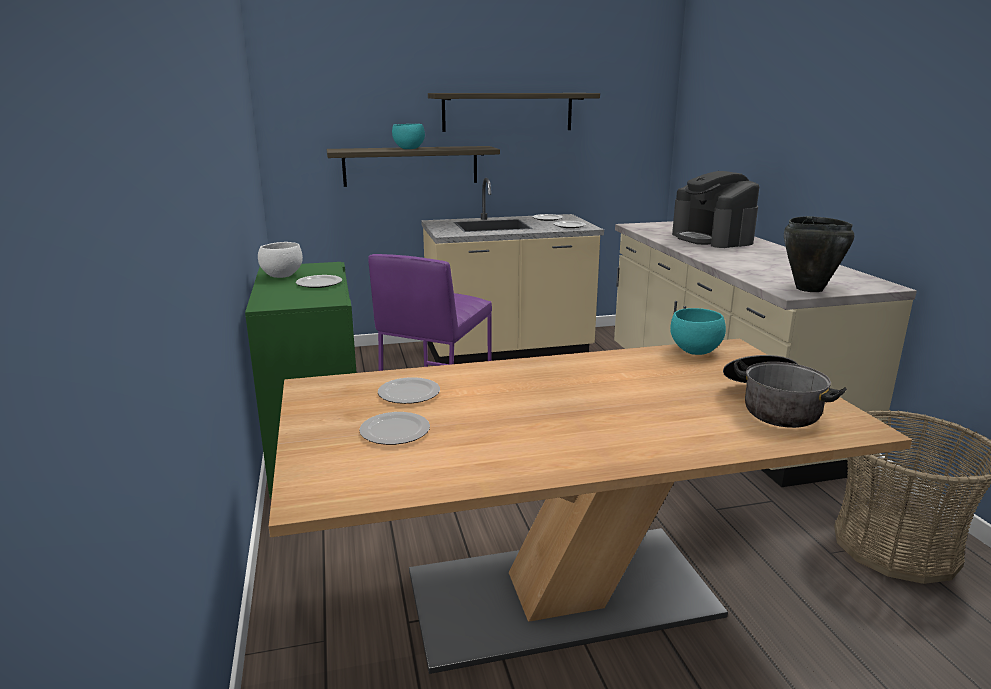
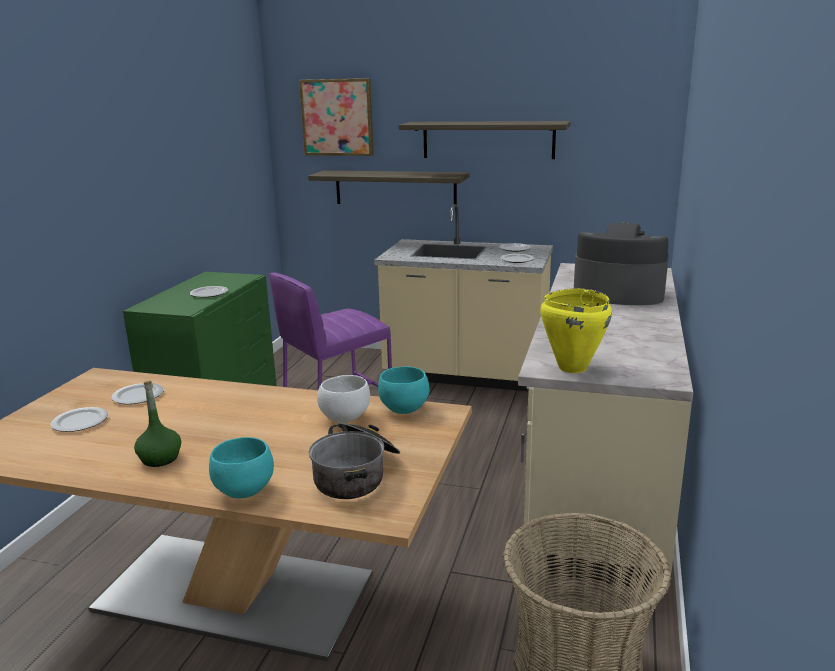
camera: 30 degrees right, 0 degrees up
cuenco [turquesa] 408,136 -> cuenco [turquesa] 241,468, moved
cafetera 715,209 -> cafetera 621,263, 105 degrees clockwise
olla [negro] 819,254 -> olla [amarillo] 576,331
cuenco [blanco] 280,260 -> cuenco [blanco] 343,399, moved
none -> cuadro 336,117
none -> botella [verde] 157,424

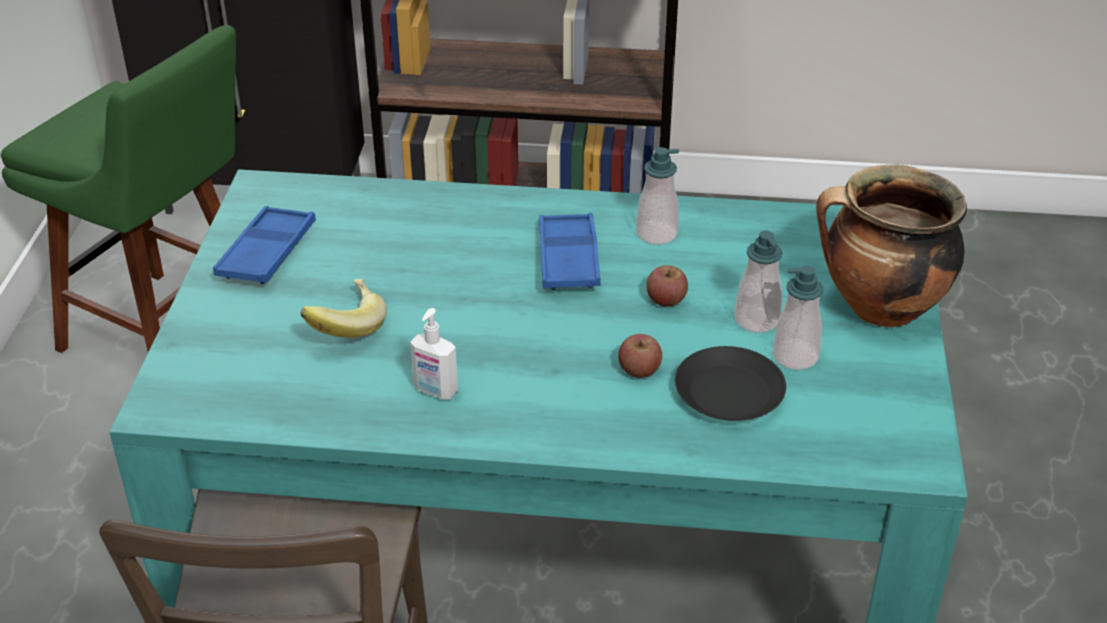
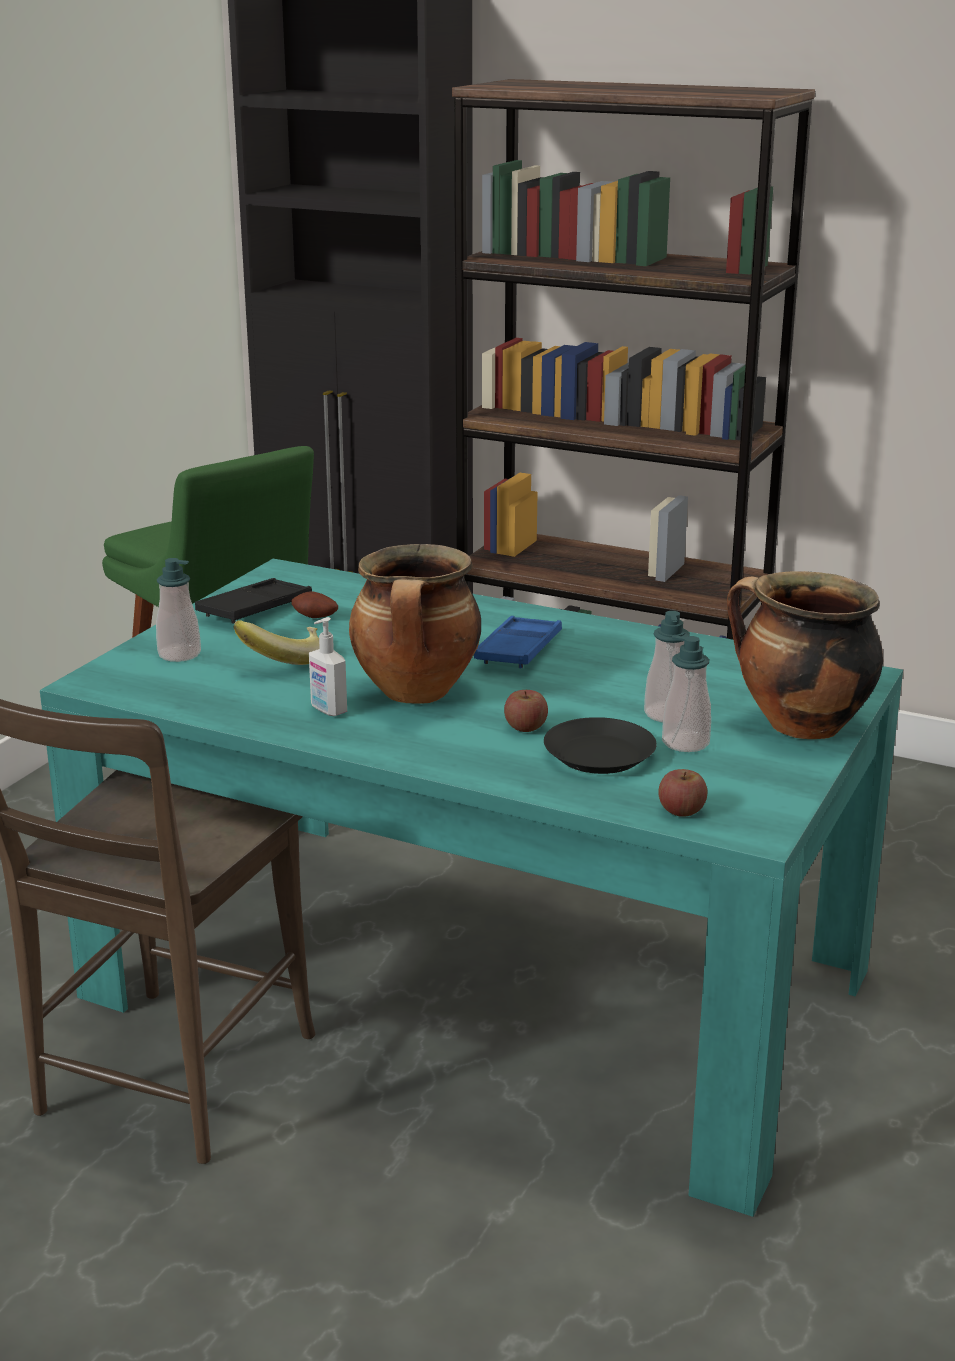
camera: 20 degrees right, 15 degrees down
dispensador de jabón 657,196 -> dispensador de jabón 178,610, moved
bandeja [azul] 264,245 -> bandeja [negro] 253,601
manzana 667,286 -> manzana 682,793, moved
none -> olla 415,624
none -> patata 315,604

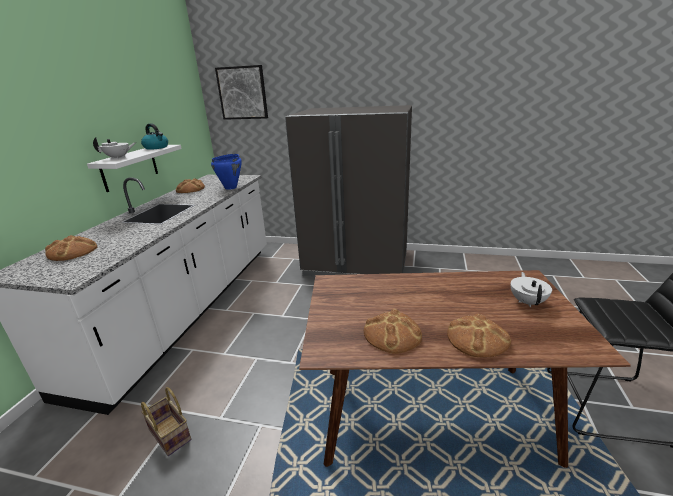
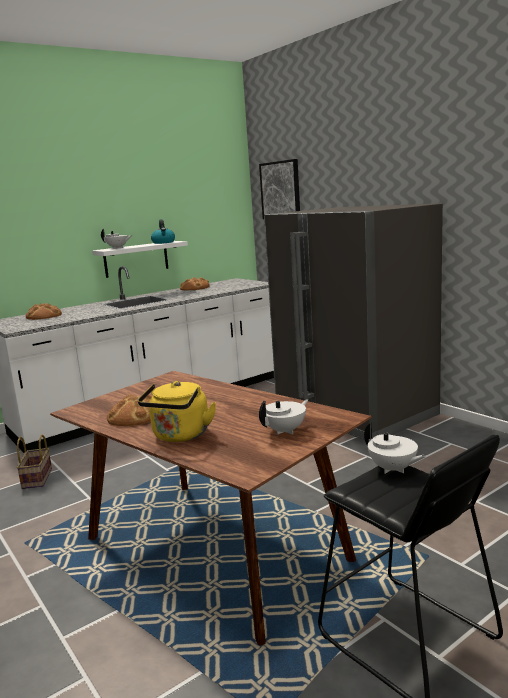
camera: 40 degrees right, 10 degrees down
olla [azul] 226,172 -> none
pan 479,336 -> hervidor [amarillo] 177,411
none -> tetera [blanco] 395,448

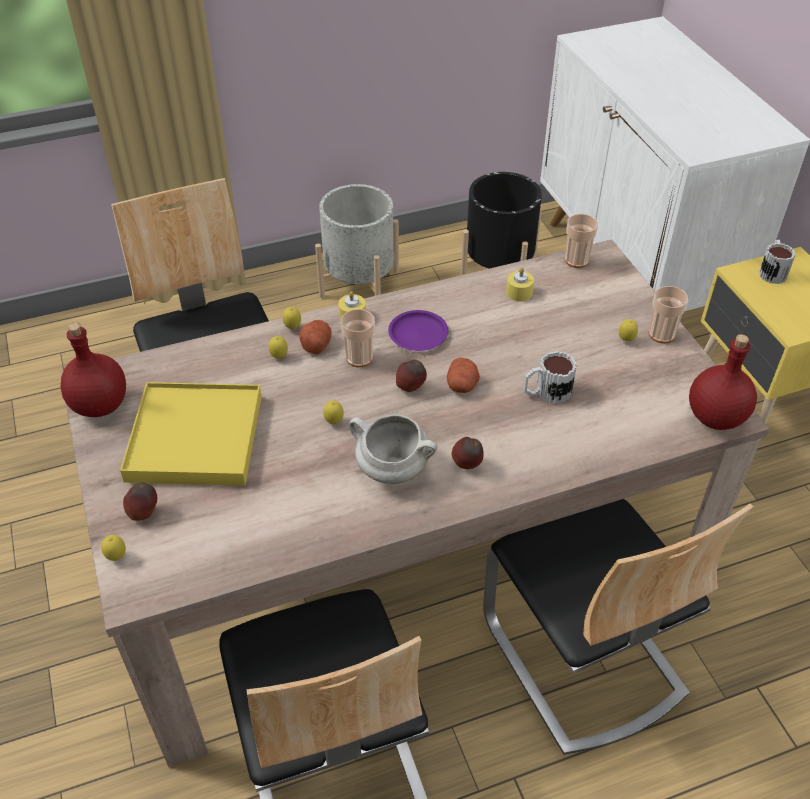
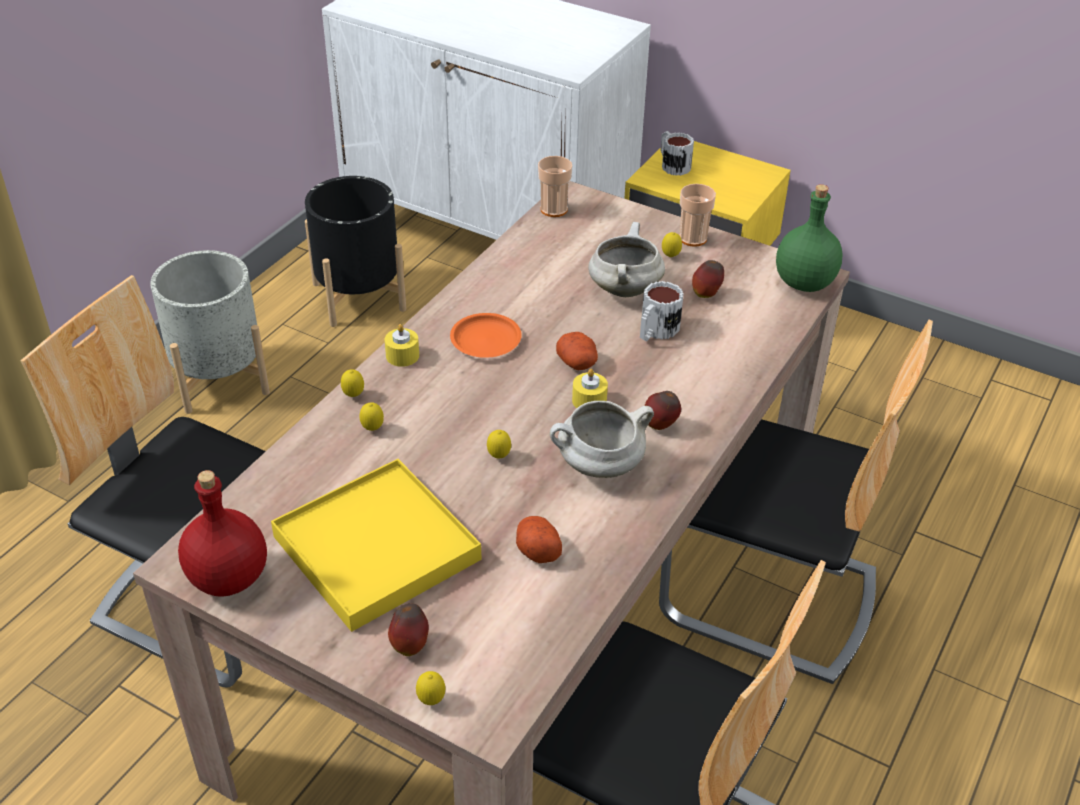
camera: 40 degrees left, 5 degrees down
vela [amarillo] 520,284 -> vela [amarillo] 590,388, moved
taza 358,338 -> none
plato [morado] 418,330 -> plato [naranja] 486,335
patata 316,337 -> patata 539,539, moved
botella [rojo] 723,382 -> botella [verde] 809,238
manzana 411,376 -> manzana 708,279, moved
none -> olla [blanco] 626,259

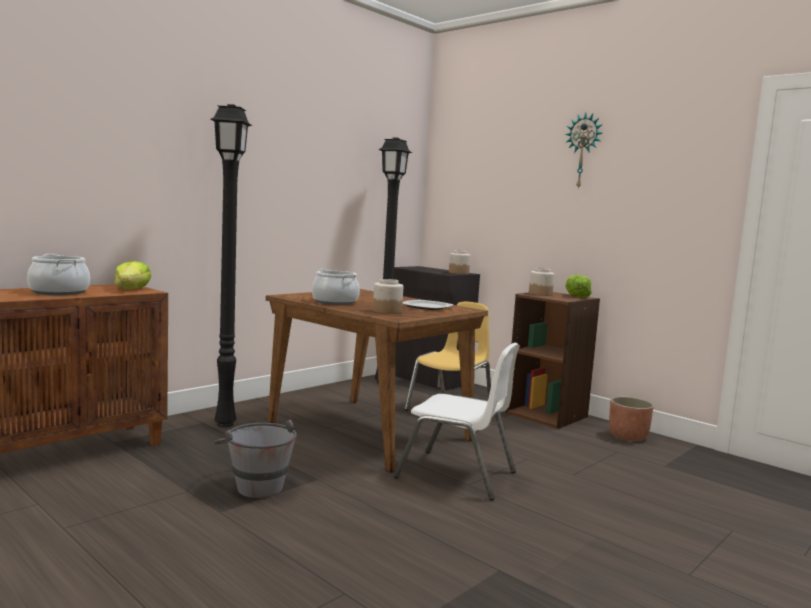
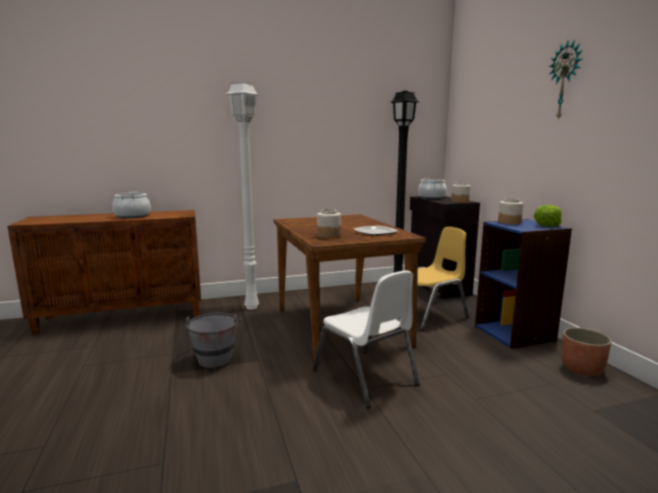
camera: 30 degrees right, 5 degrees up
lámpara de pie [negro] 231,265 -> lámpara de pie [blanco] 242,195
lechuga 132,275 -> none
olla 336,287 -> olla 432,188, moved
estantería [marrón] 553,360 -> estantería [azul] 523,284

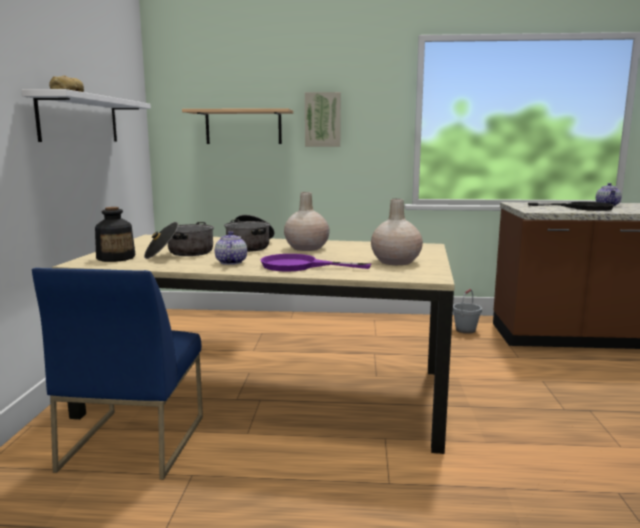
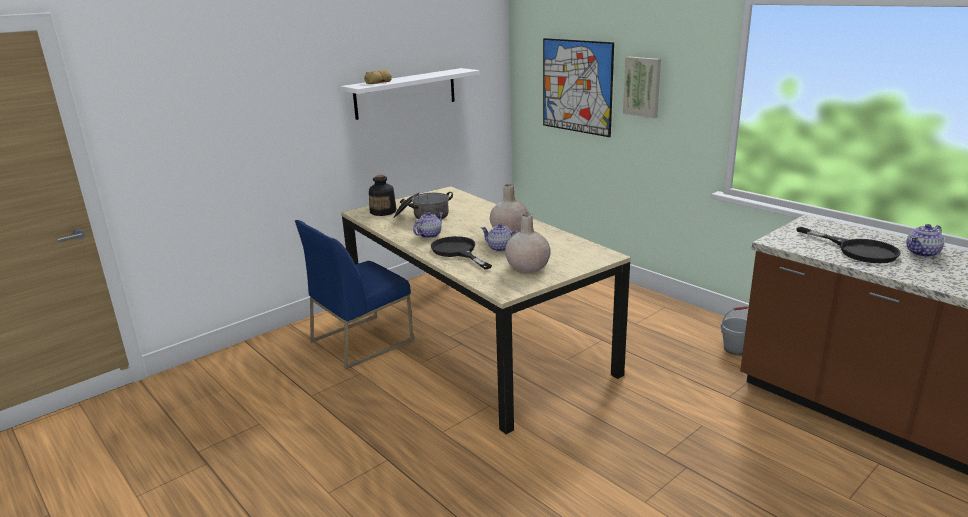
camera: 45 degrees right, 10 degrees up
estante 237,126 -> cuadro 578,87
olla 249,233 -> none
sartén [morado] 315,262 -> sartén [negro] 461,253
none -> tetera 499,238

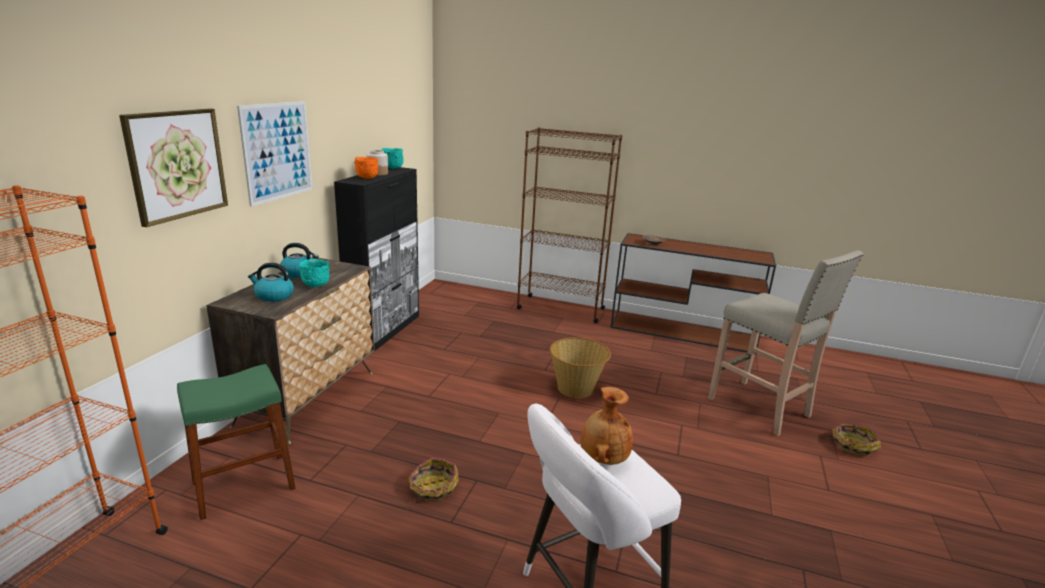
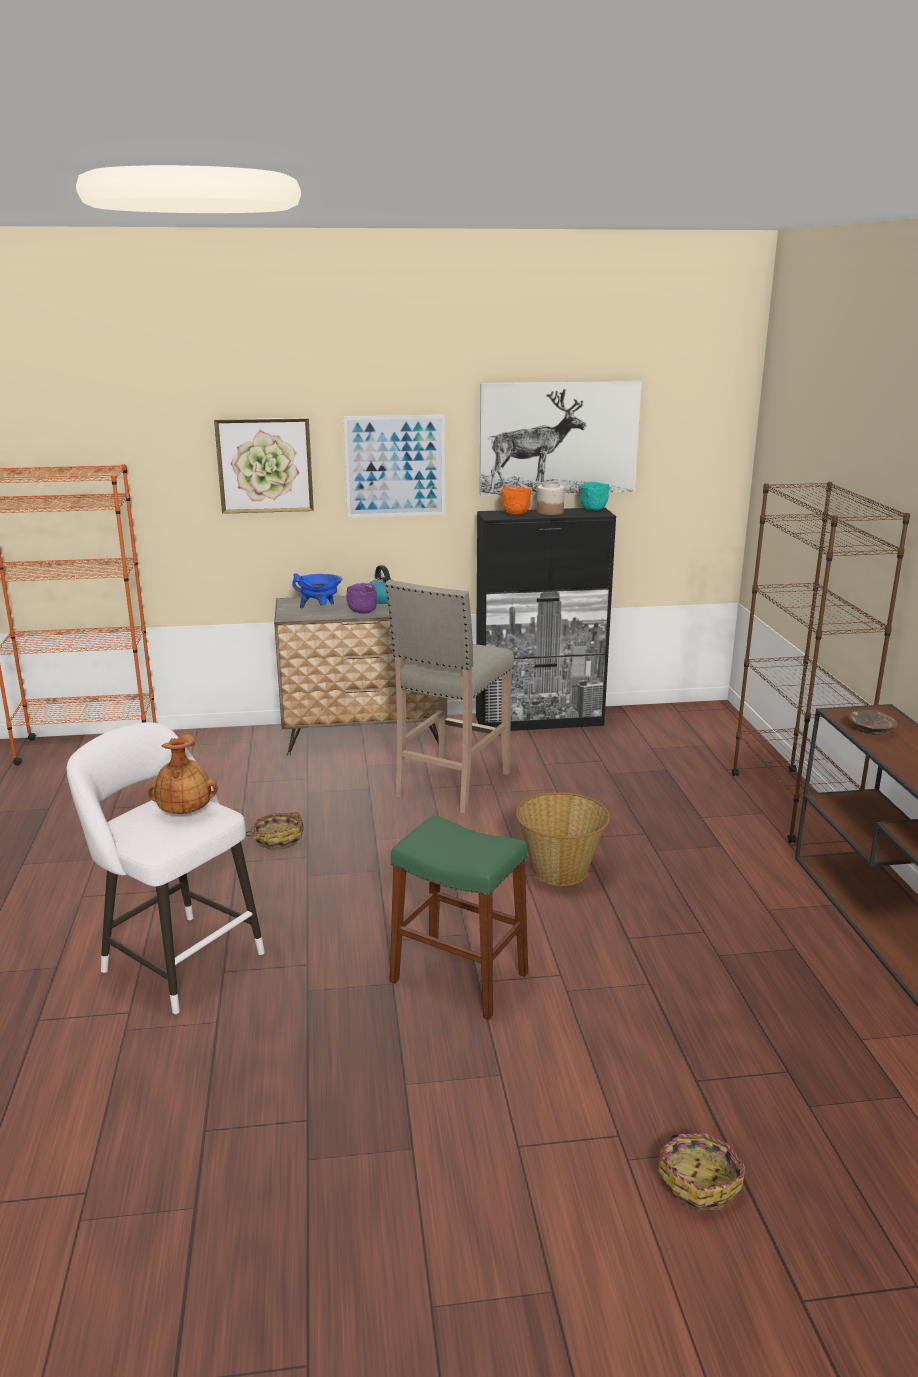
camera: 65 degrees right, 0 degrees up
taburete [beis] 786,343 -> taburete [beis] 449,697, moved
cuenco [turquesa] 314,273 -> cuenco [morado] 362,598
hervidor 271,282 -> olla [azul] 317,590
taburete [verde] 236,442 -> taburete [verde] 459,917, moved
none -> cuadro 560,438

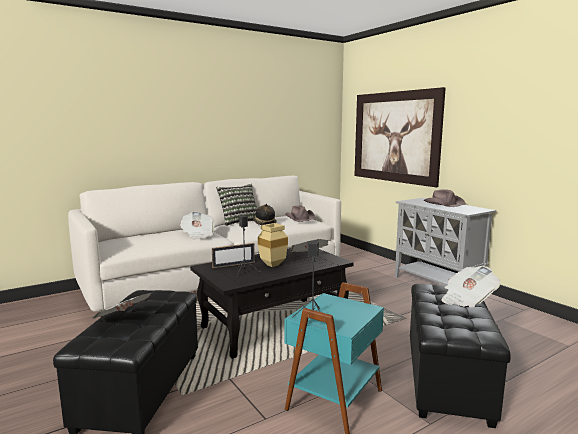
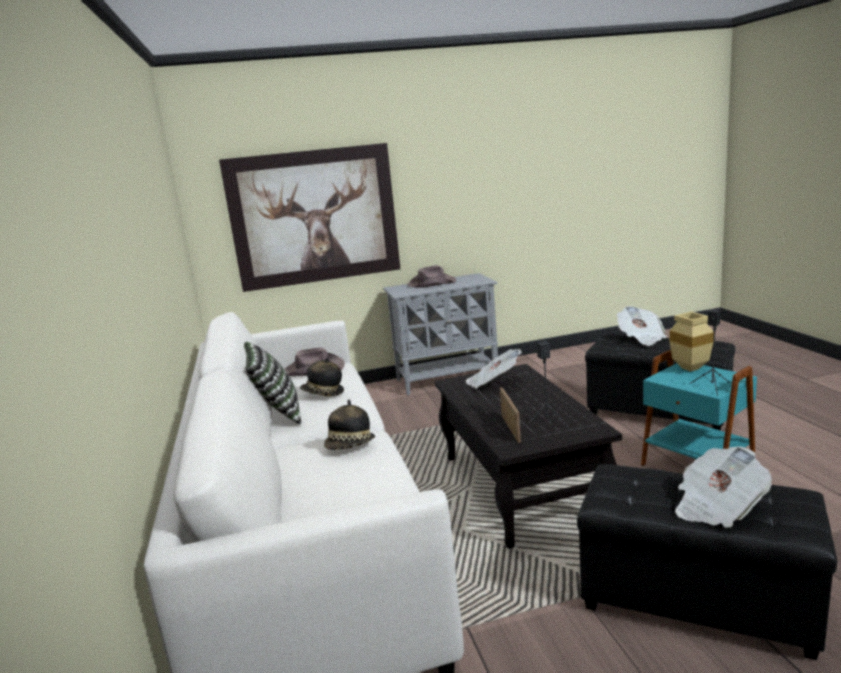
camera: 70 degrees left, 5 degrees up
periódico 197,226 -> sombrero 349,424
florero [beis] 273,245 -> florero [beis] 691,342, moved

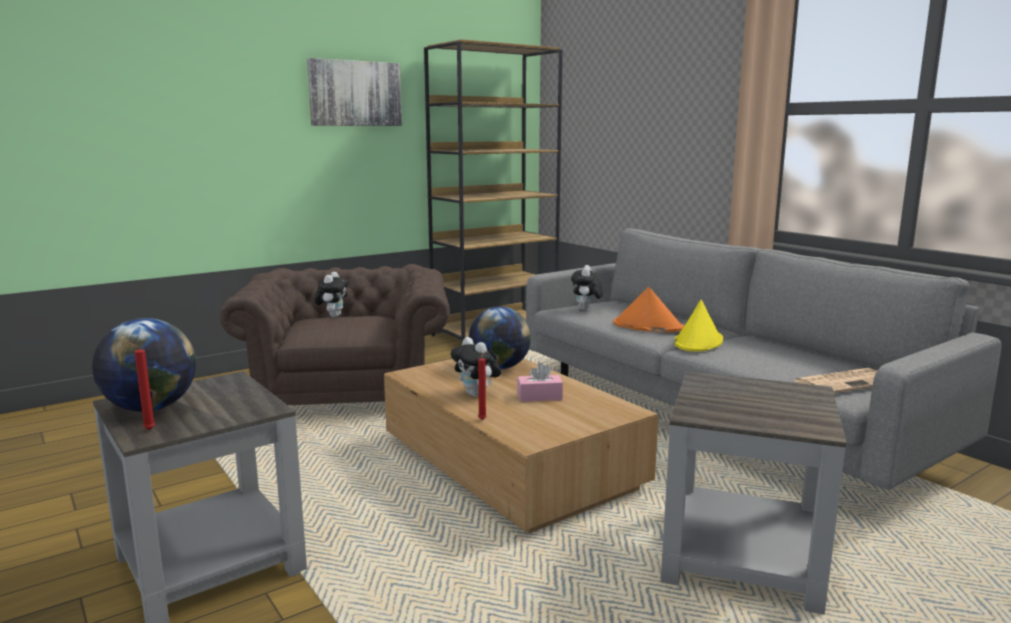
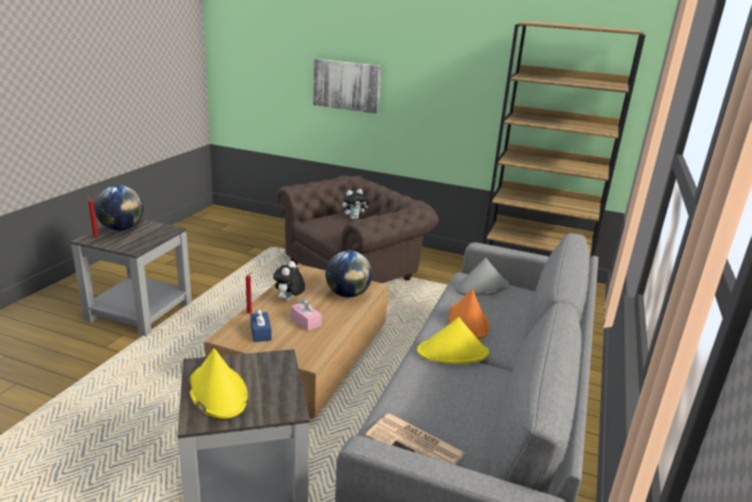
camera: 55 degrees right, 10 degrees up
cuadro 354,92 -> cuadro 347,86, moved
peluche 587,287 -> sombrero [gris] 482,277
none -> caja de pañuelos [azul] 261,325
none -> sombrero [amarillo] 219,384

